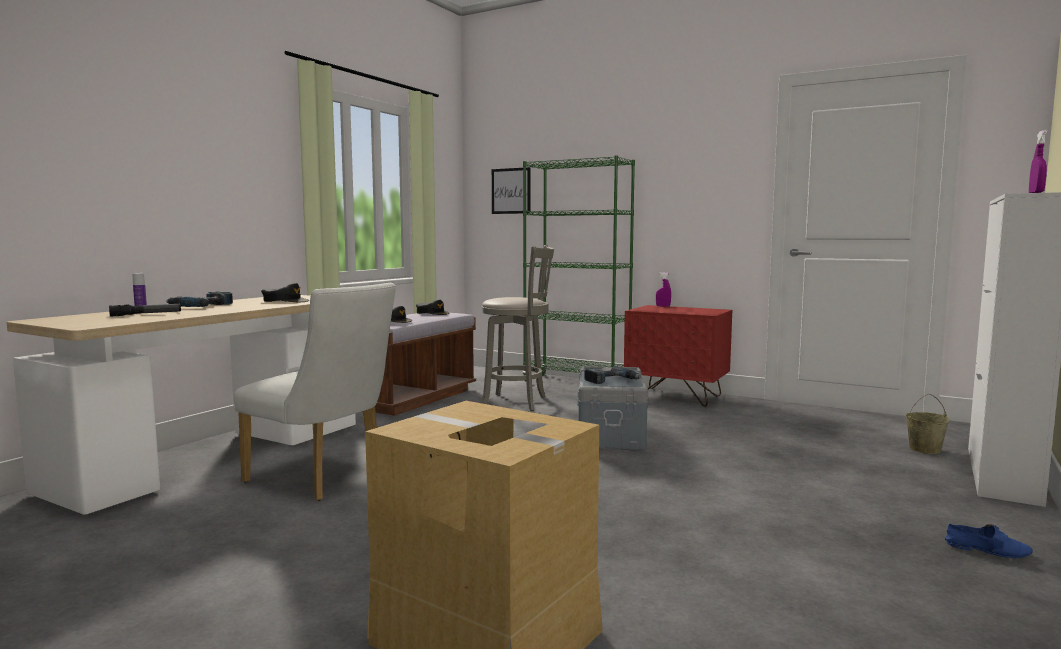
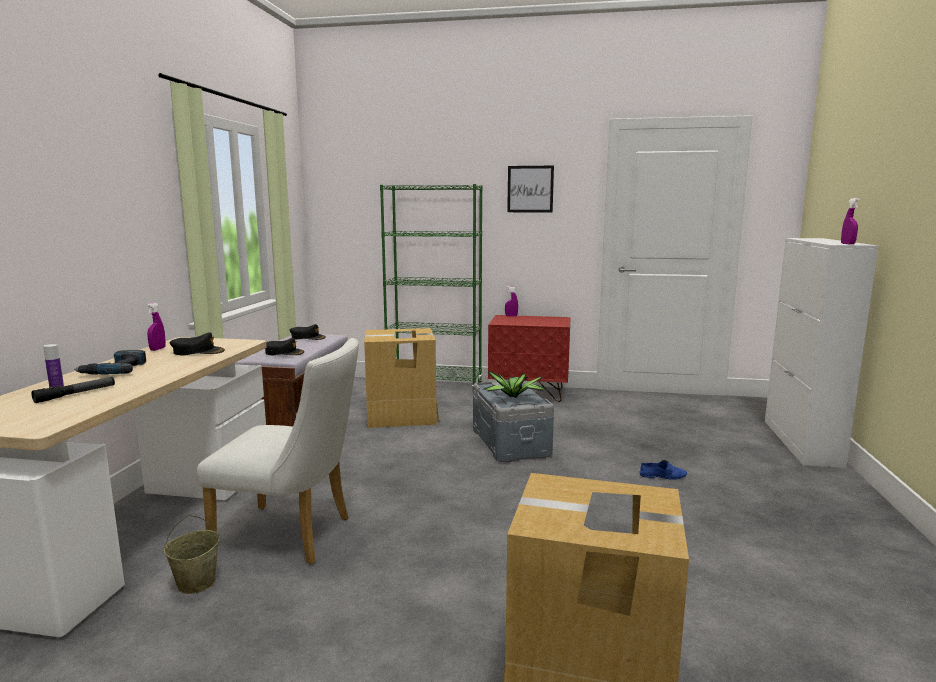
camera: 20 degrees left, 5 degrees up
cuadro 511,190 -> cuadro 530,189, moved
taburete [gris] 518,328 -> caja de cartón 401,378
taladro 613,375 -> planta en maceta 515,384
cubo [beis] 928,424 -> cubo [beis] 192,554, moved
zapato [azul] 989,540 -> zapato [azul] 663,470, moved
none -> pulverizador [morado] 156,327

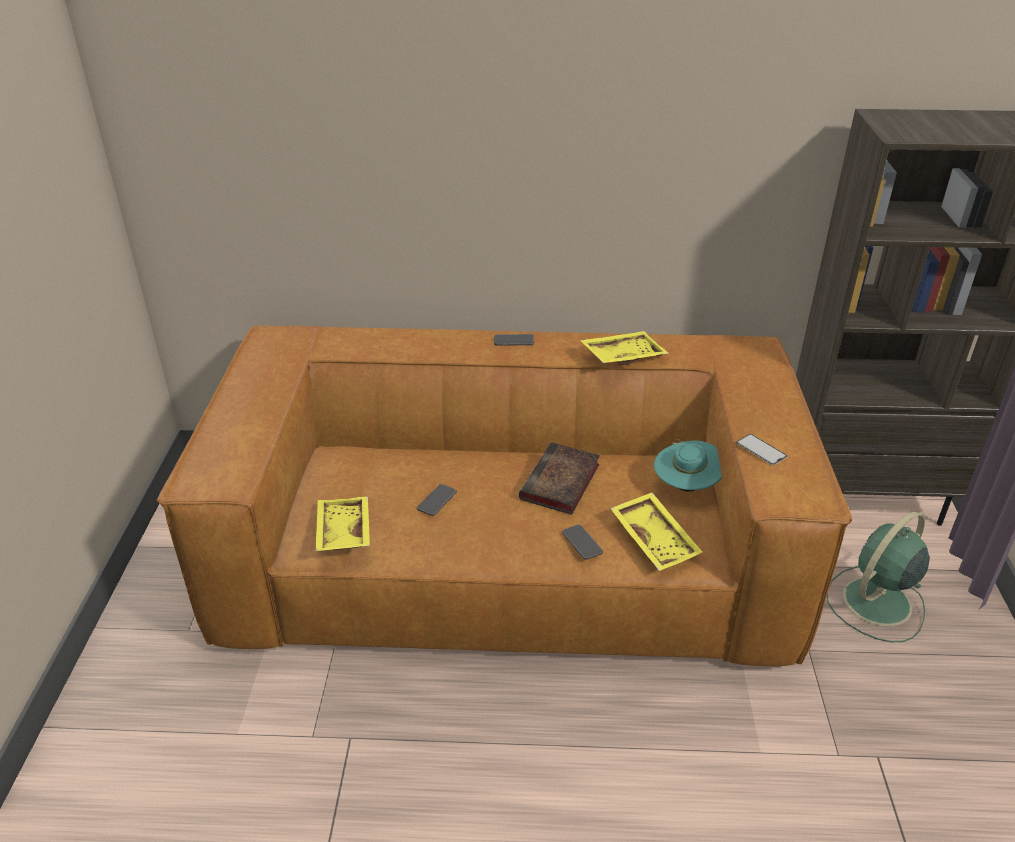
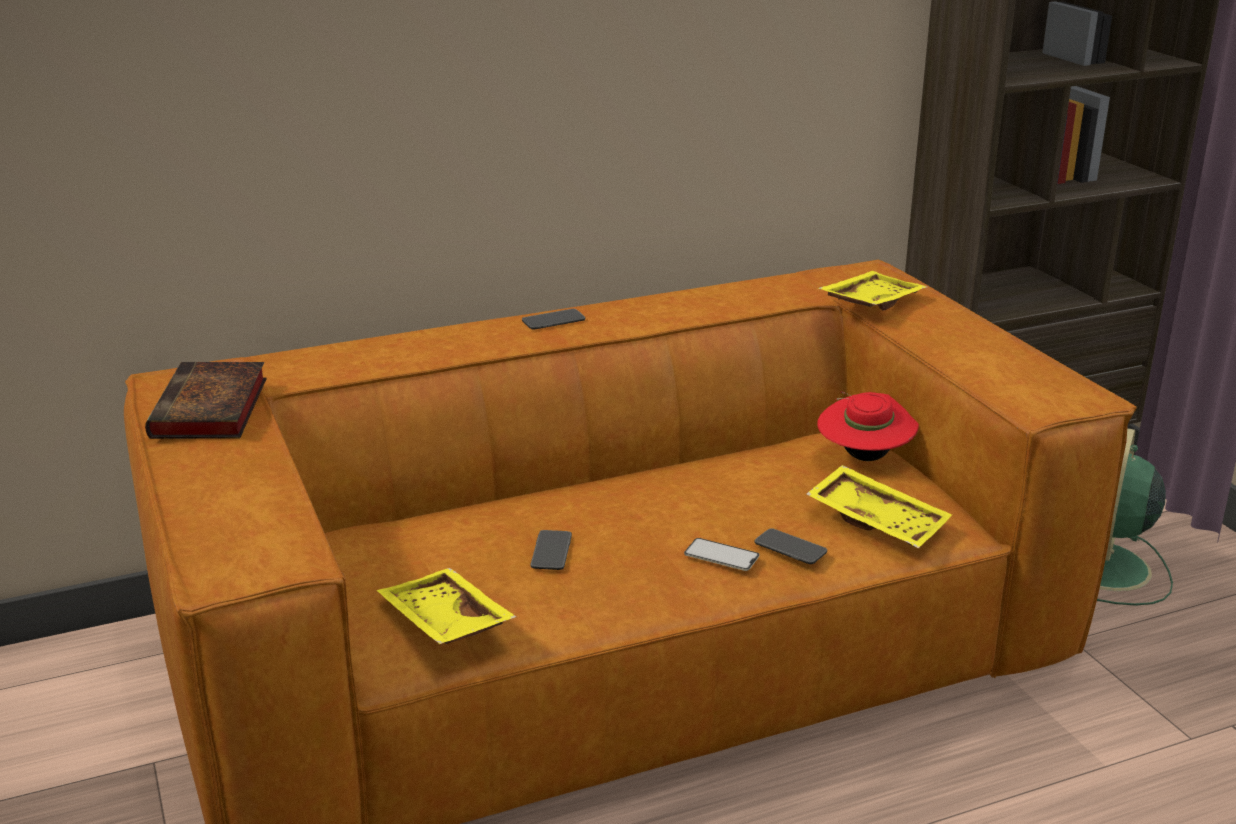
camera: 25 degrees left, 10 degrees down
bandeja [amarillo] 624,348 -> bandeja [amarillo] 872,291, moved
móvil 761,449 -> móvil 721,554, moved
sombrero [turquesa] 688,465 -> sombrero [rojo] 868,426
libro 559,478 -> libro 205,400, moved

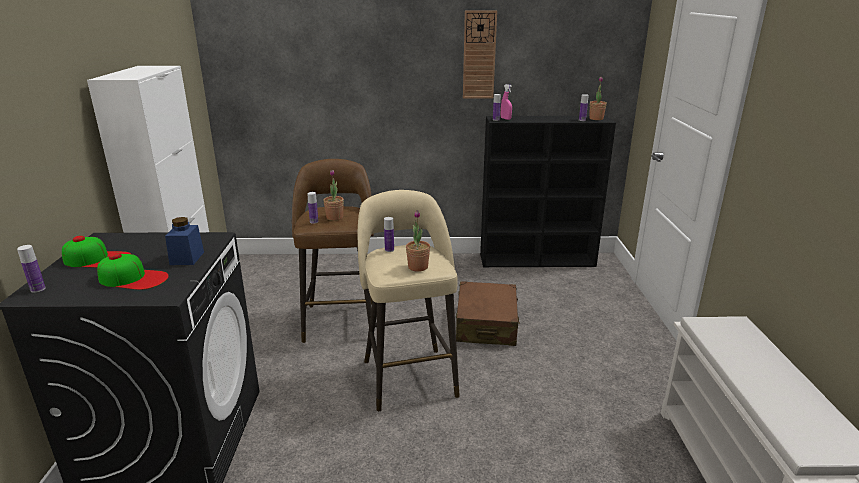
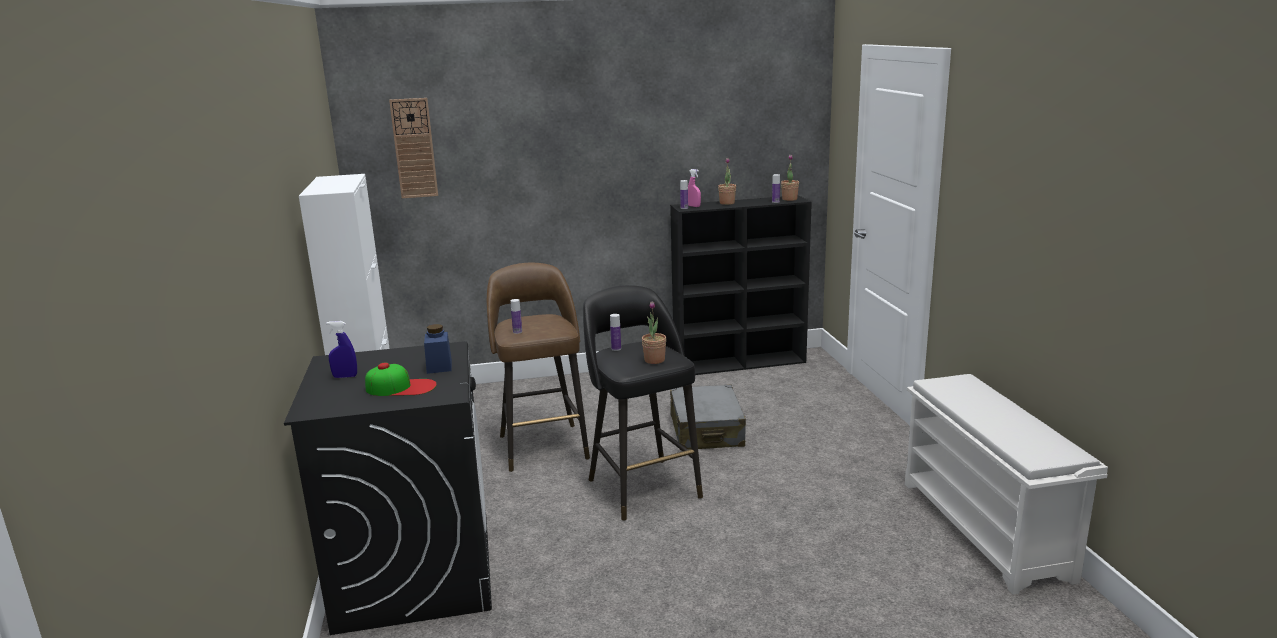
camera: 10 degrees left, 5 degrees down
reloj de pared 480,55 -> reloj de pared 413,148, moved
planta en maceta 333,195 -> planta en maceta 727,181, moved
taburete [beis] 409,300 -> taburete [negro] 643,403
gorra 96,251 -> pulverizador [azul] 341,349
botella 31,269 -> none
maleta [marrón] 488,313 -> maleta [gris] 708,417

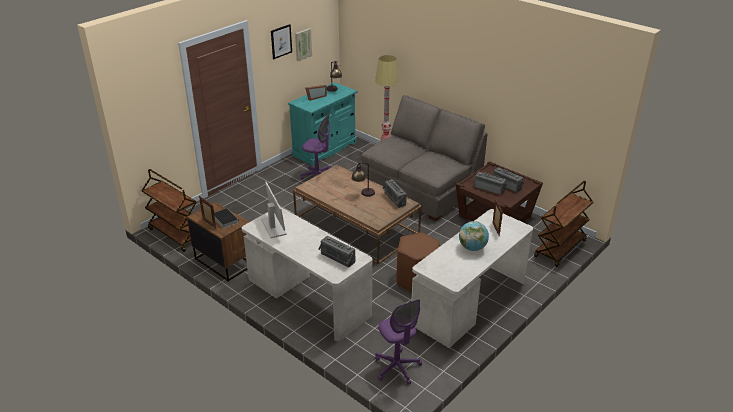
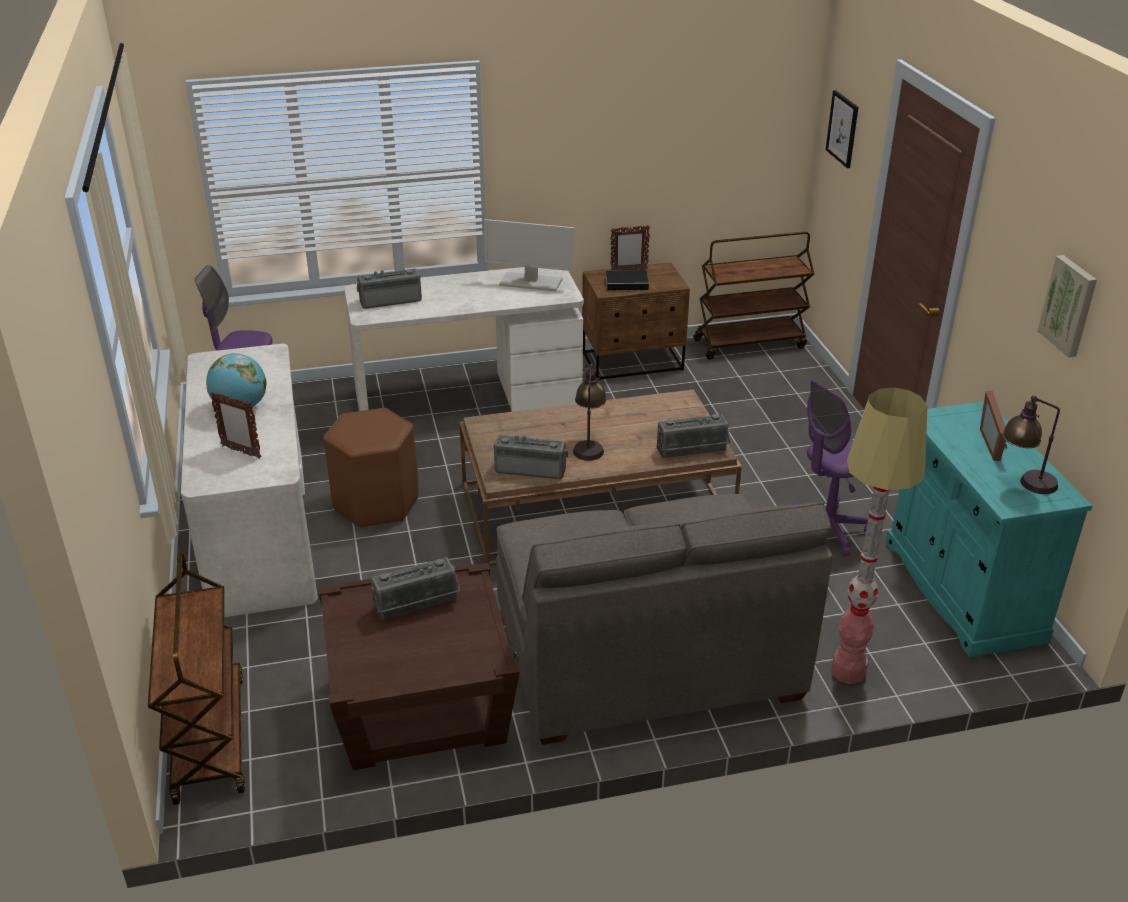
camera: 125 degrees right, 0 degrees up
cuadro 281,41 -> cuadro 842,129, moved
radio 508,179 -> radio 694,436, moved

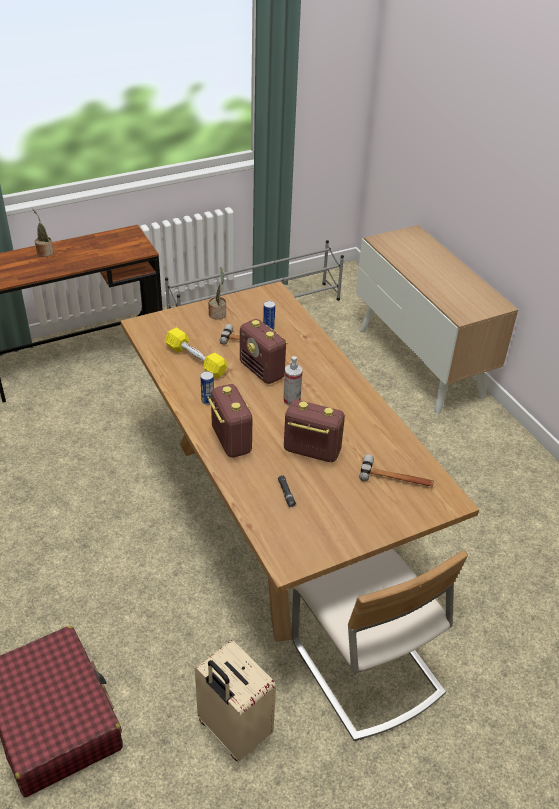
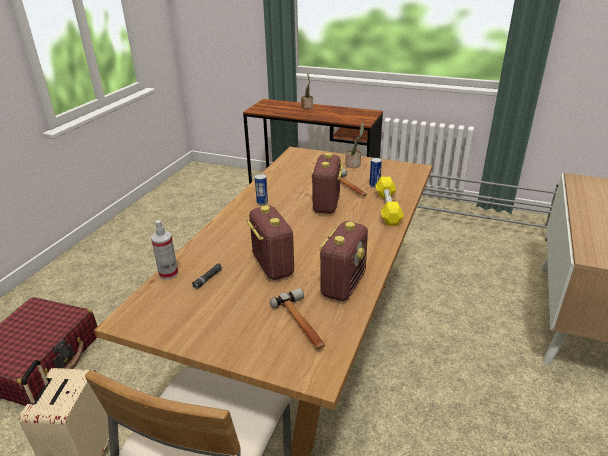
camera: 50 degrees right, 10 degrees down
mancuerna [amarillo] 196,353 -> mancuerna [amarillo] 389,201, moved
pulverizador 292,381 -> pulverizador 164,250, moved
radio 229,421 -> radio 343,261, moved

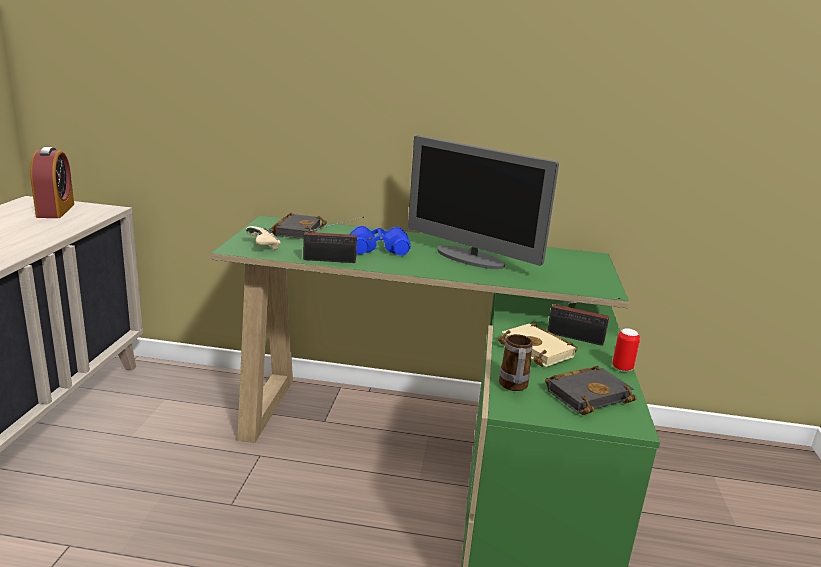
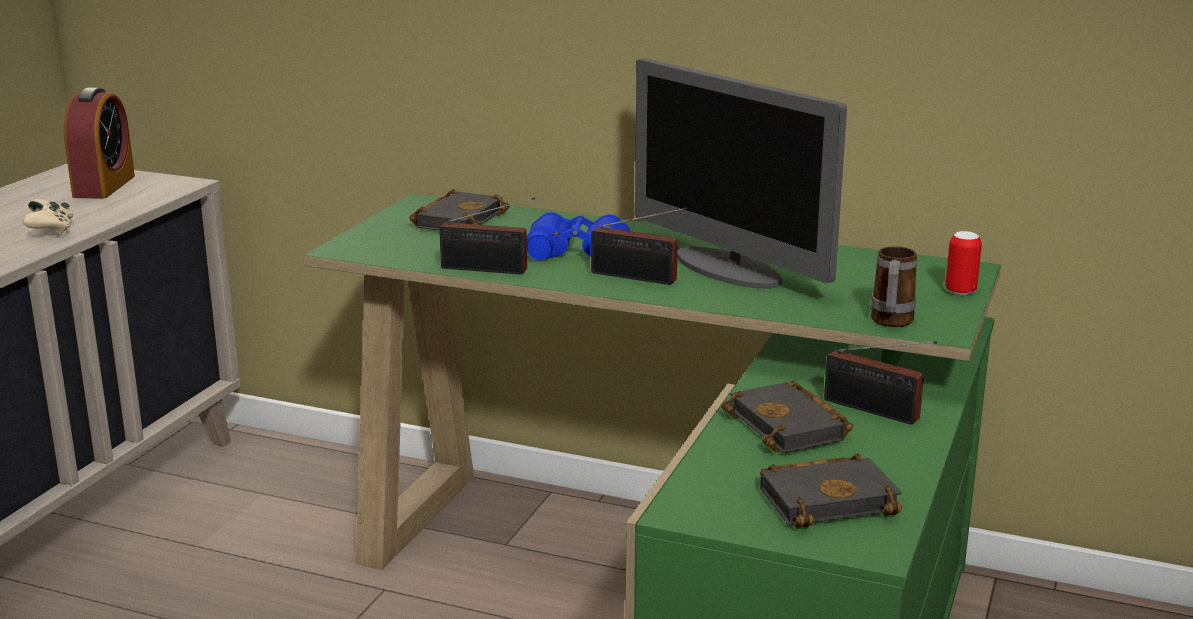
camera: 15 degrees right, 0 degrees up
mando de consola [beis] 263,238 -> mando de consola [beis] 47,217, moved
libro [beis] 538,345 -> libro [negro] 787,417
lata 626,350 -> lata 963,263, moved
taza grande 516,362 -> taza grande 894,286, moved
none -> radio 639,246

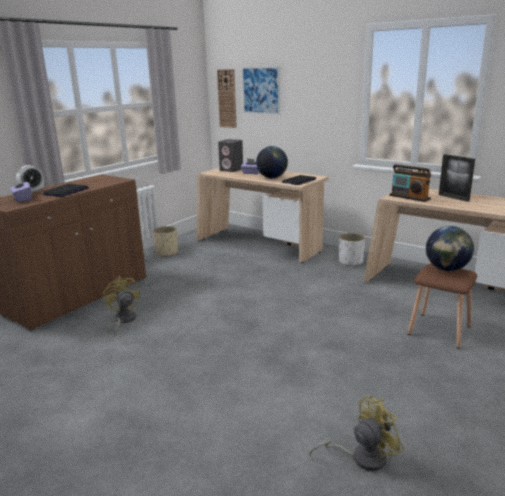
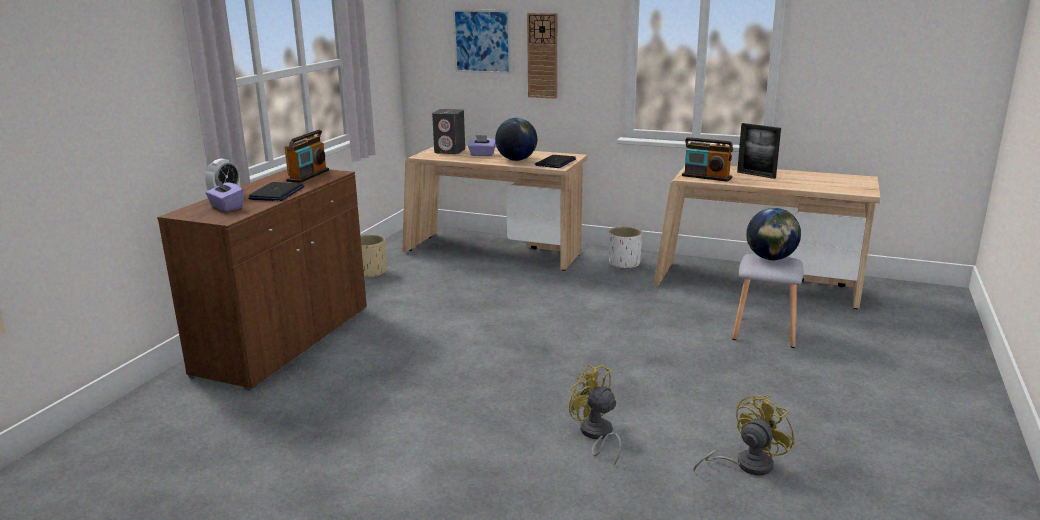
camera: 15 degrees left, 0 degrees up
reloj de pared 227,98 -> reloj de pared 542,56, moved
taburete [marrón] 442,306 -> taburete [gris] 768,301
ventilador [amarillo] 122,307 -> ventilador [amarillo] 595,414, moved
none -> radio 306,156

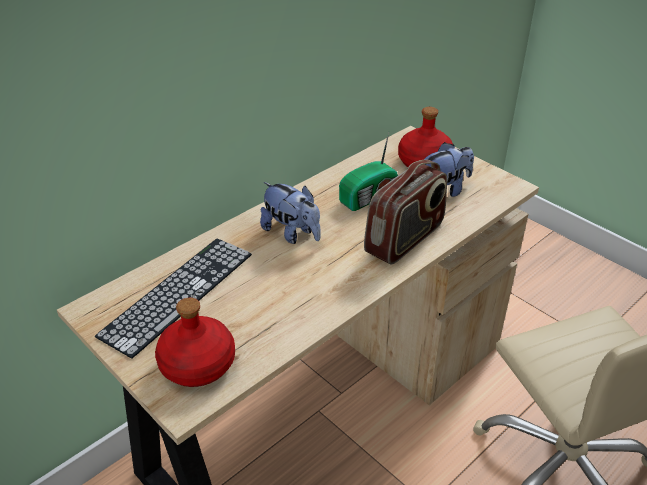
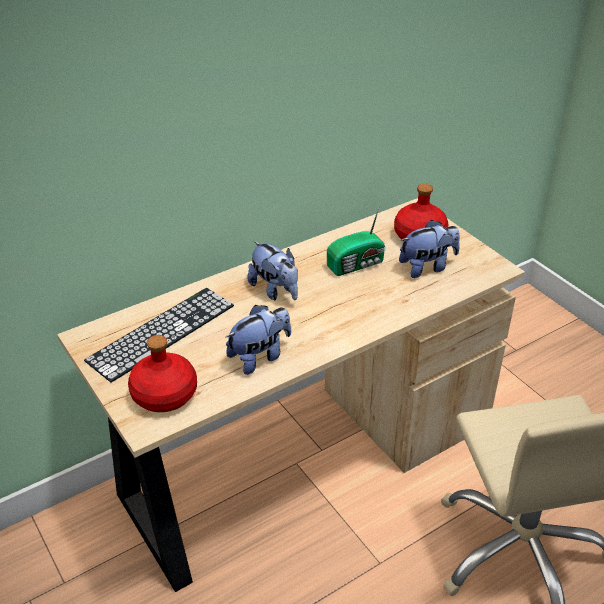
camera: 10 degrees right, 0 degrees up
radio 405,212 -> none
none -> peluche 258,340

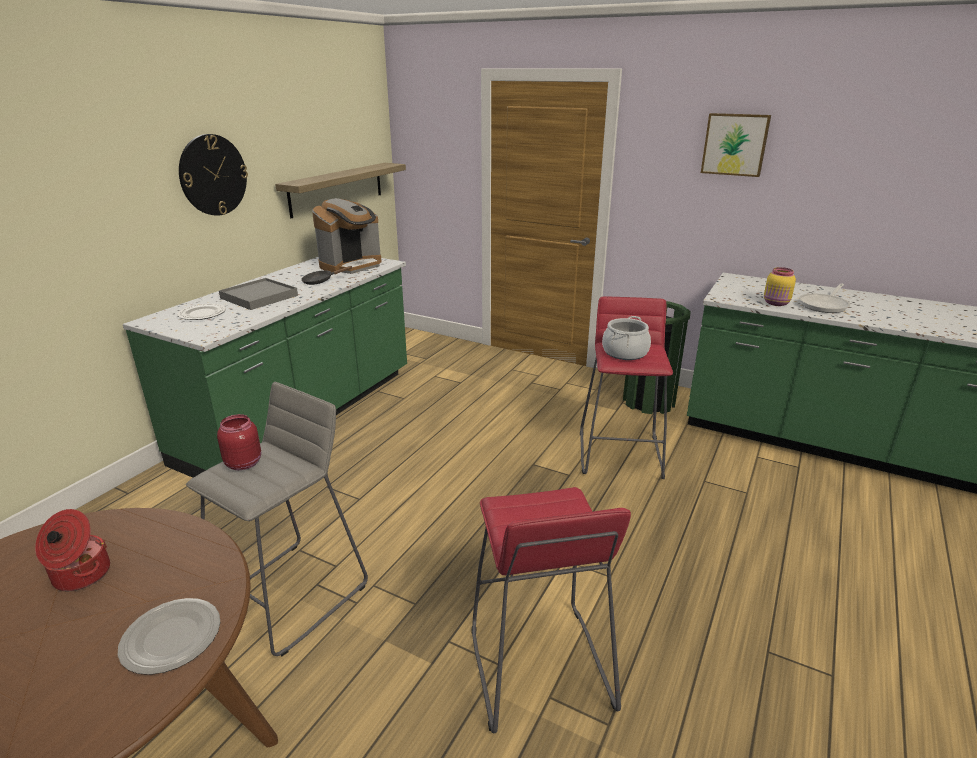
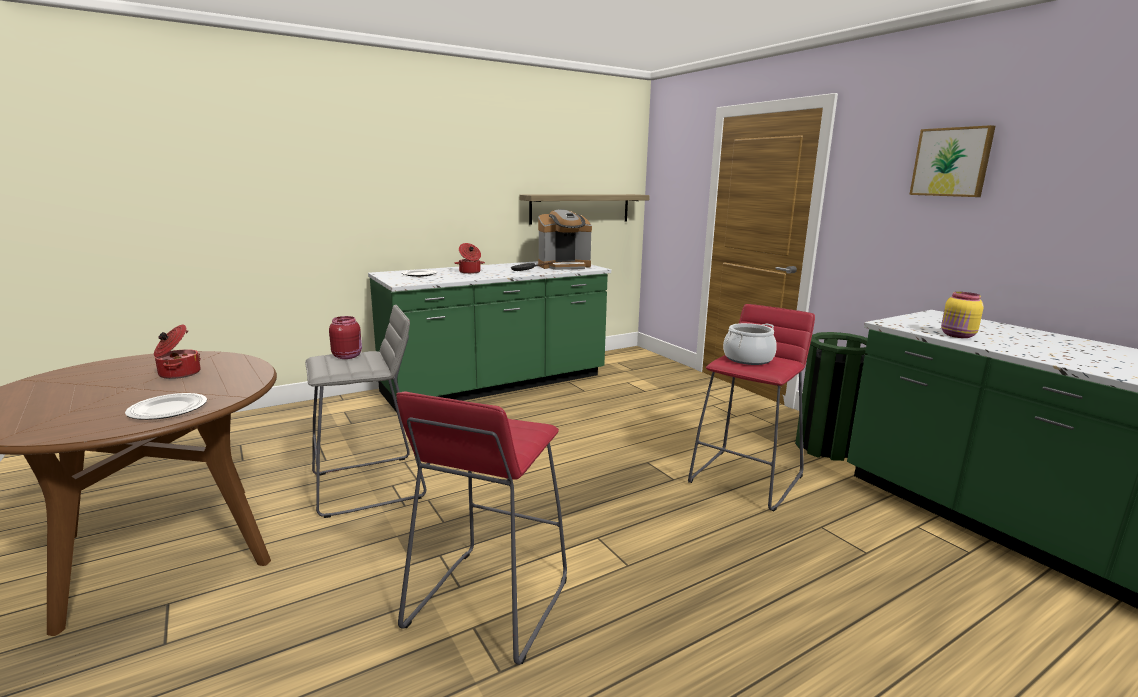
camera: 30 degrees right, 10 degrees down
reloj de pared 213,175 -> none
bandeja [gris] 258,294 -> olla 470,258
sartén 824,298 -> none

